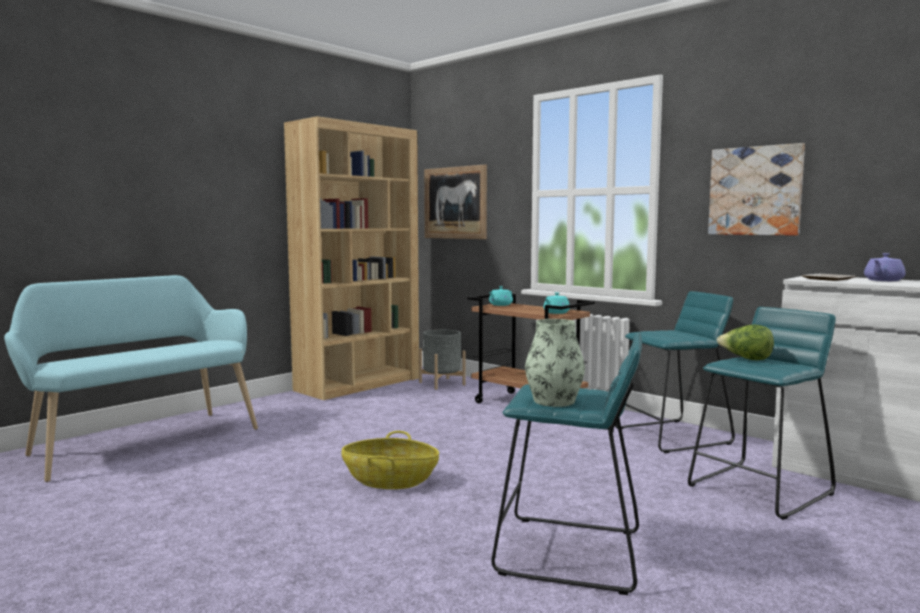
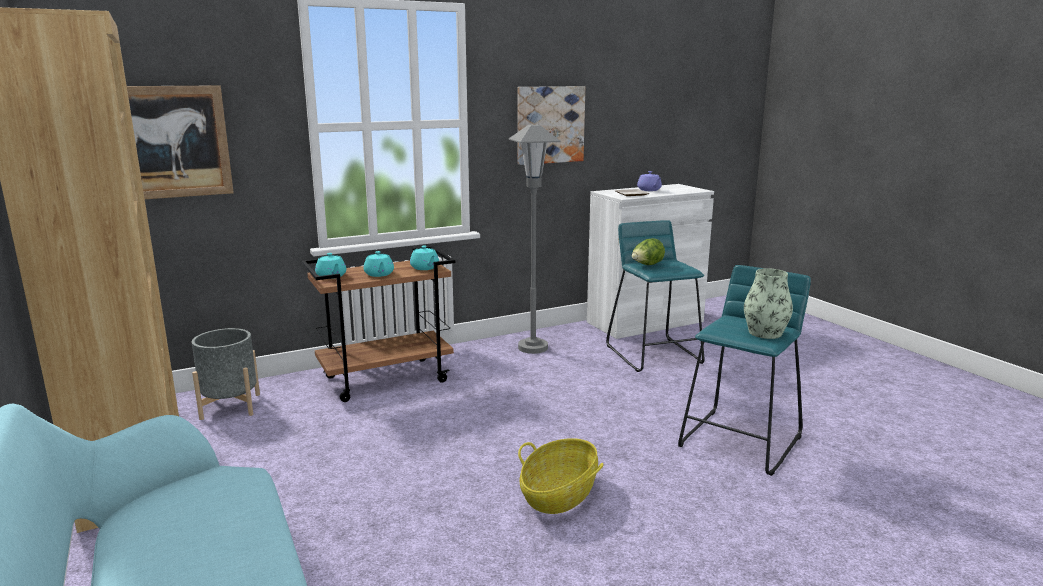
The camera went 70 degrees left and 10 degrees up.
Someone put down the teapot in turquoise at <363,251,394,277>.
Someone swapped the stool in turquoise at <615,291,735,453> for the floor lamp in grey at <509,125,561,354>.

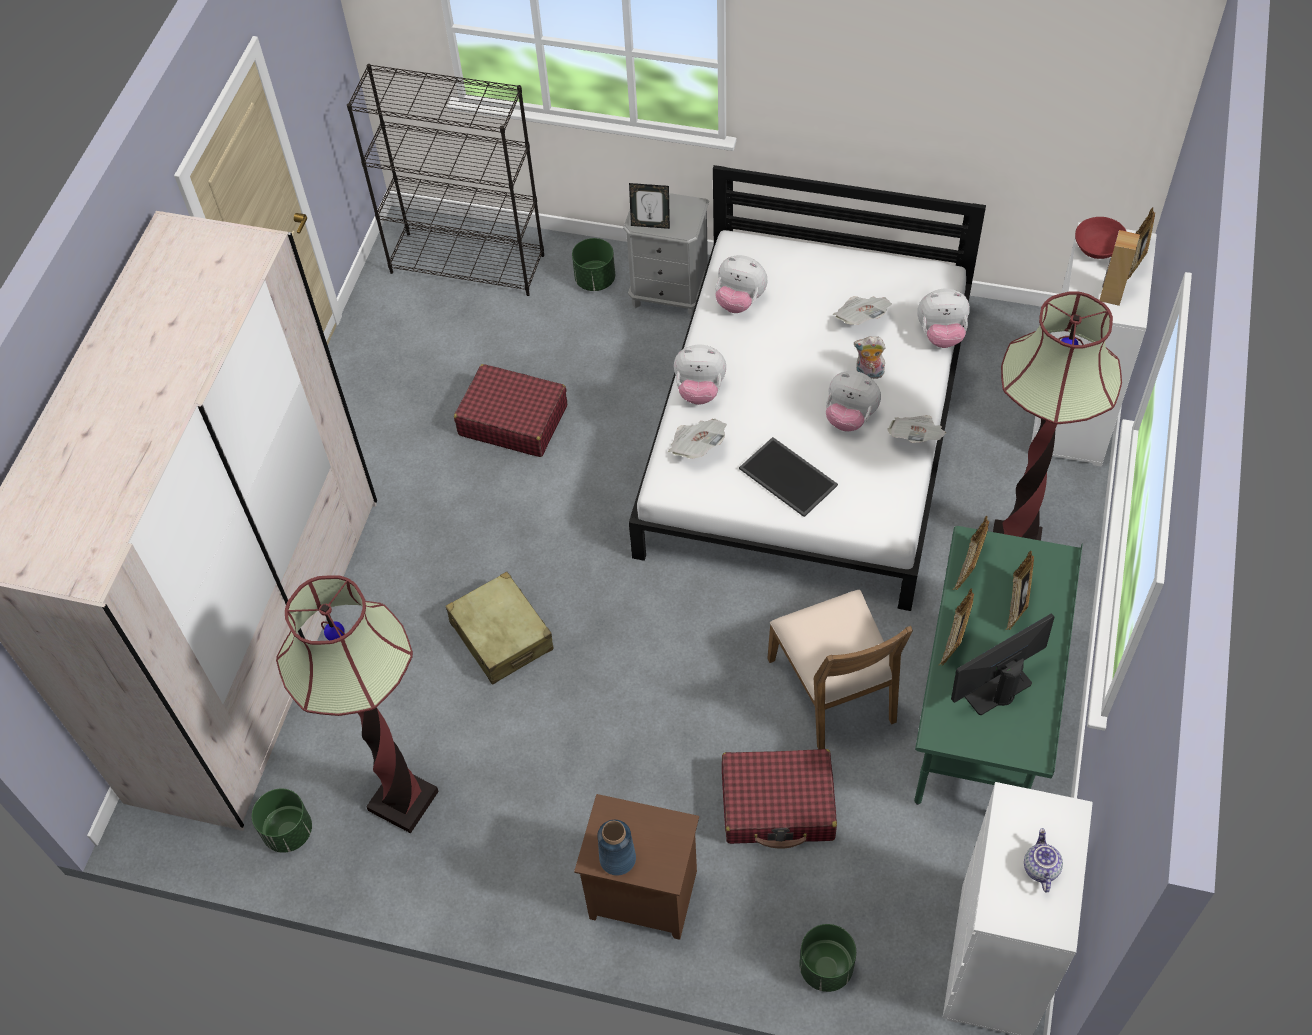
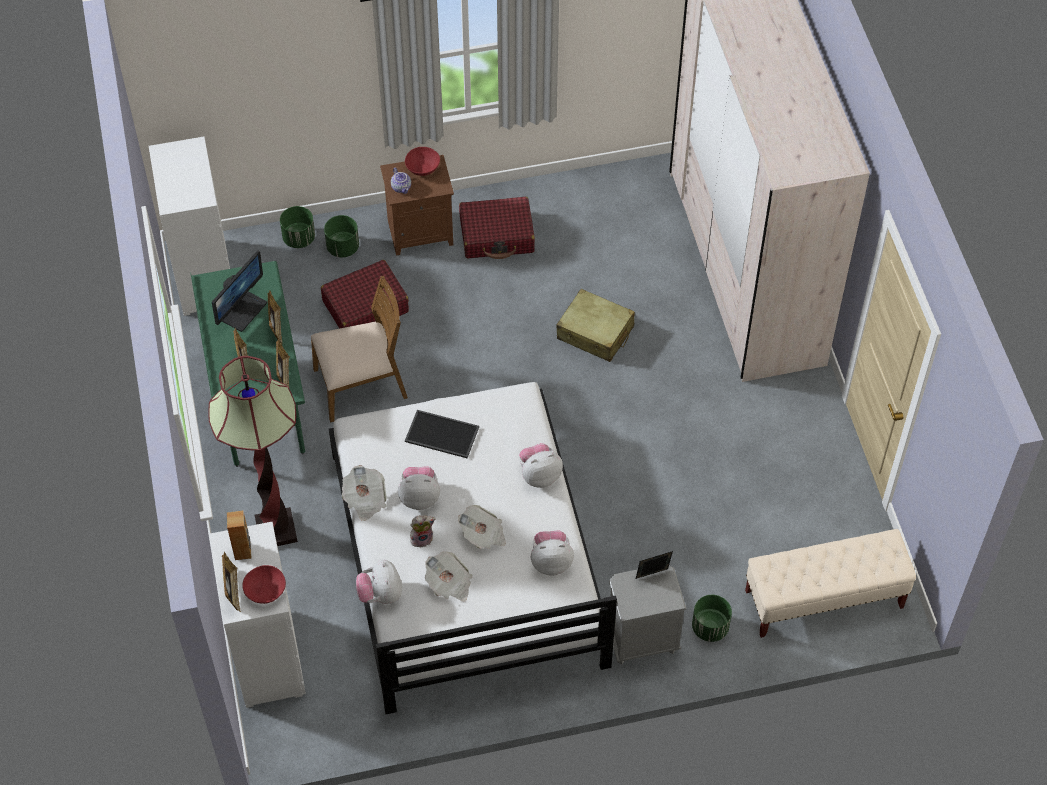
The camera went 150 degrees right and 0 degrees up.
Someone took away the floor lamp at <276,575,439,833>.
Someone carried the planter in green from <252,789,312,853> to <324,215,359,258>.
Someone carried the suitcase in red from <454,364,567,457> to <459,197,535,259>.
Someone carried the newspaper from <668,419,726,459> to <458,505,506,549>.
Someone carried the teapot from <1024,828,1063,893> to <391,167,411,194>.
Someone swapped the bookcase in black at <347,64,544,296> for the bench in beige at <745,529,916,638>.
Someone swapped the vase in blue at <597,820,636,876> for the bowl in red at <405,147,440,176>.
Someone rotated the chair in brown at <767,590,913,749> by 120 degrees clockwise.
Someone rotated the plush toy at <917,288,970,348> by 75 degrees counterclockwise.

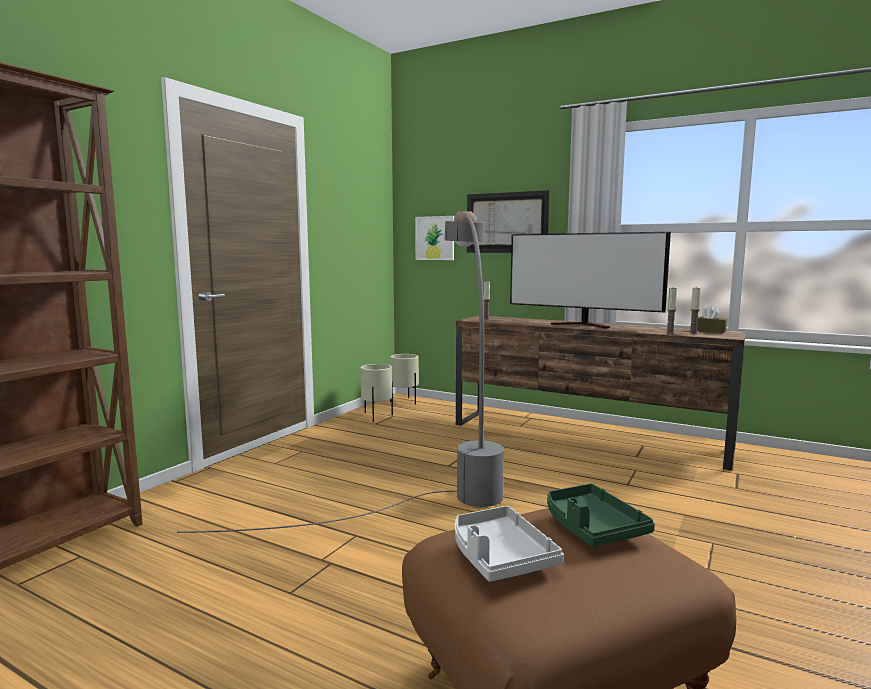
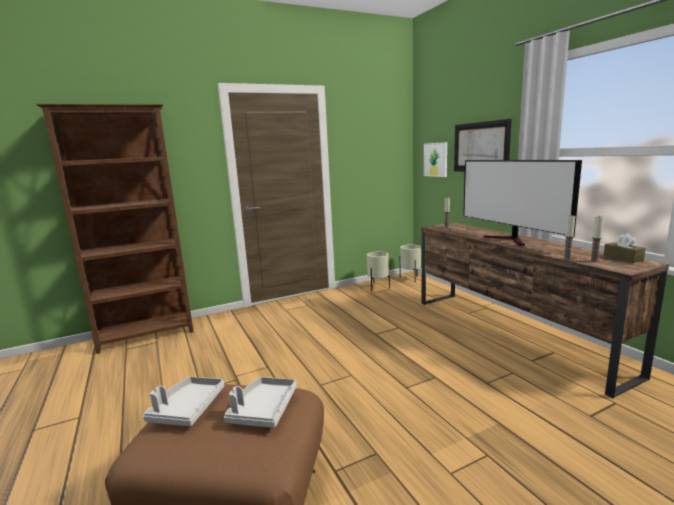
The camera went 35 degrees right and 5 degrees up.
Someone took away the floor lamp in grey at <177,210,504,533>.
Someone repainted the tray in green at <547,484,655,547>, which became the tray in grey at <224,377,297,428>.

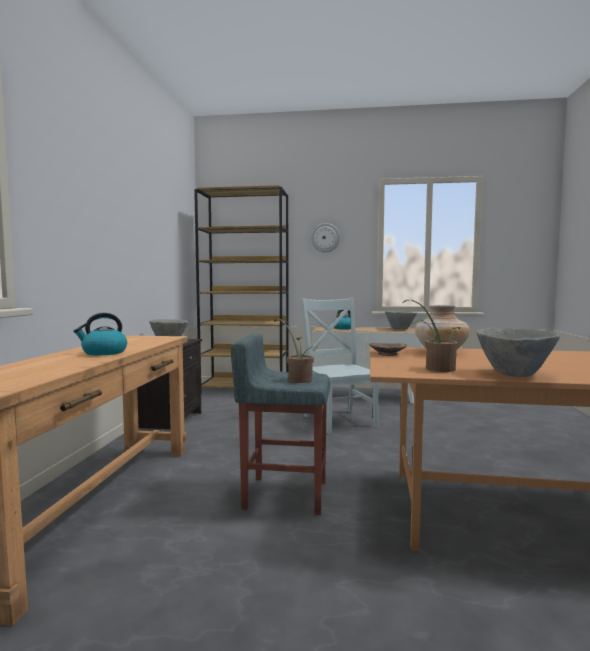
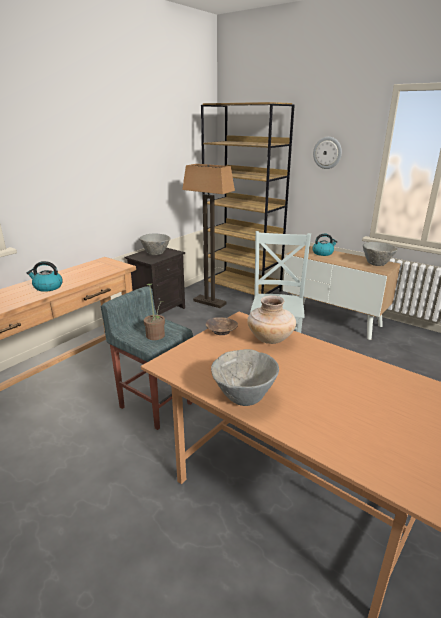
The camera went 30 degrees right and 20 degrees up.
Someone took away the potted plant at <402,299,460,372>.
Someone put down the floor lamp at <182,164,235,308>.

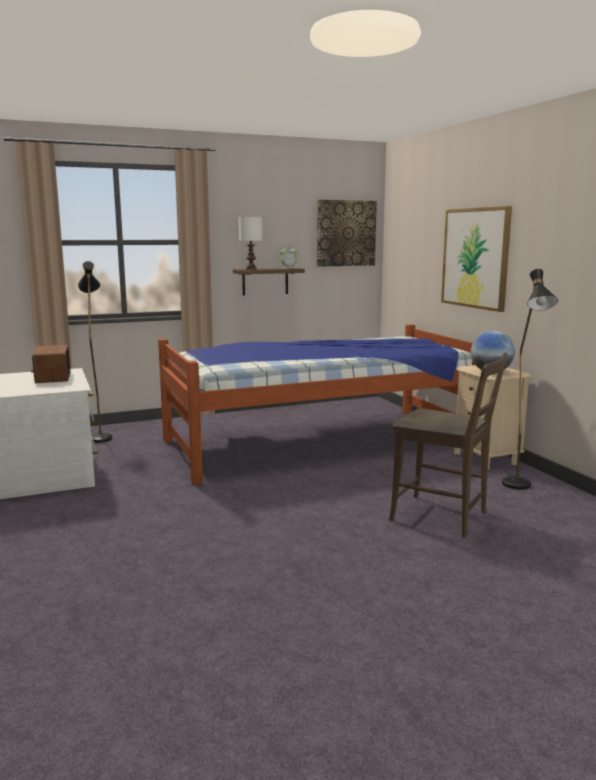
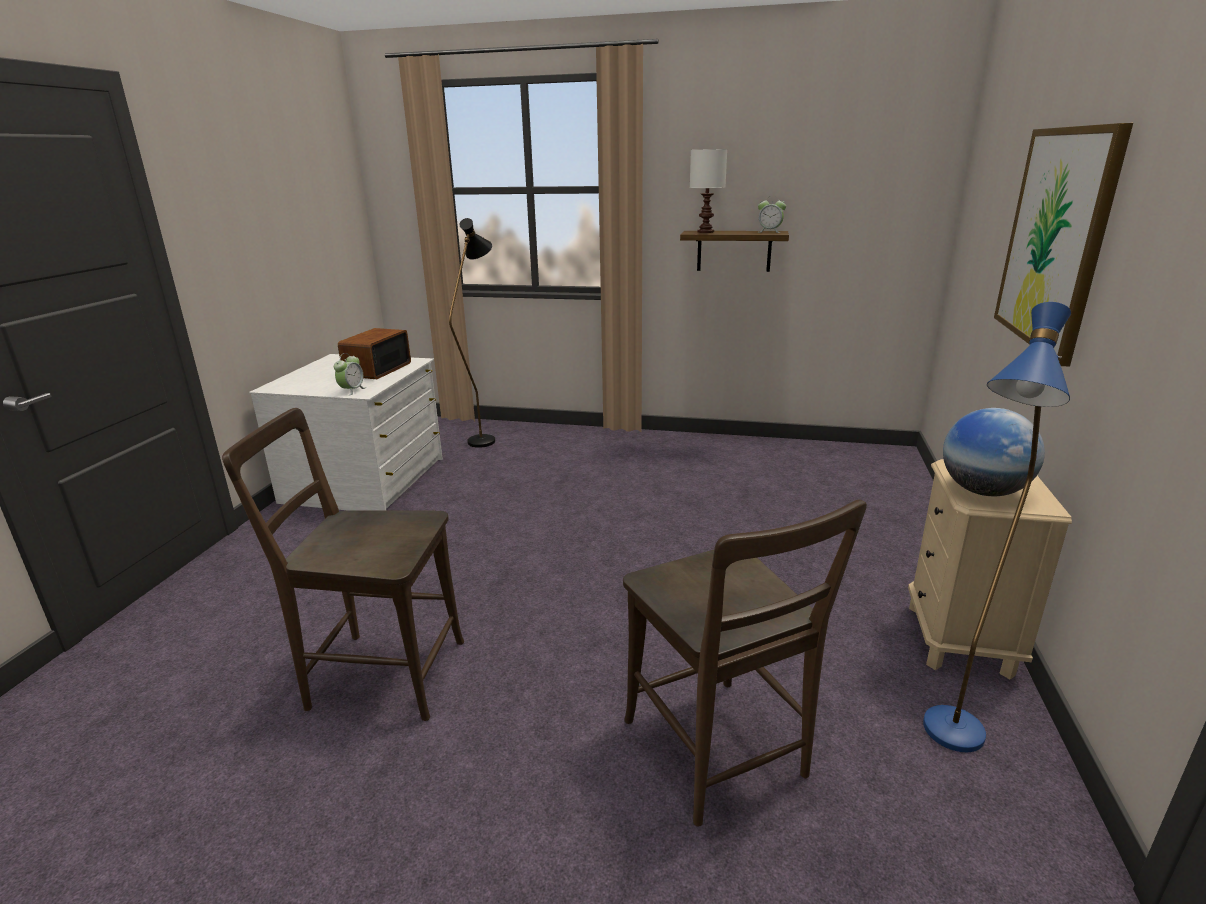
The camera went 35 degrees right and 10 degrees up.
Someone took away the bed at <158,324,475,485>.
Someone took away the picture at <317,200,377,267>.
Someone put down the chair in brown at <222,408,464,721>.
Someone put down the alarm clock at <334,353,366,396>.
Someone repainted the floor lamp in black at <502,269,558,490>, which became the floor lamp in blue at <923,302,1071,752>.

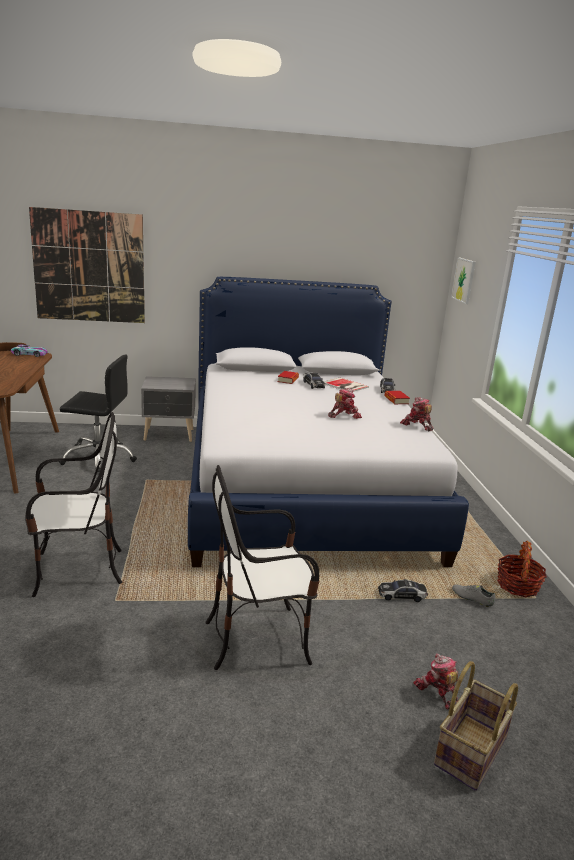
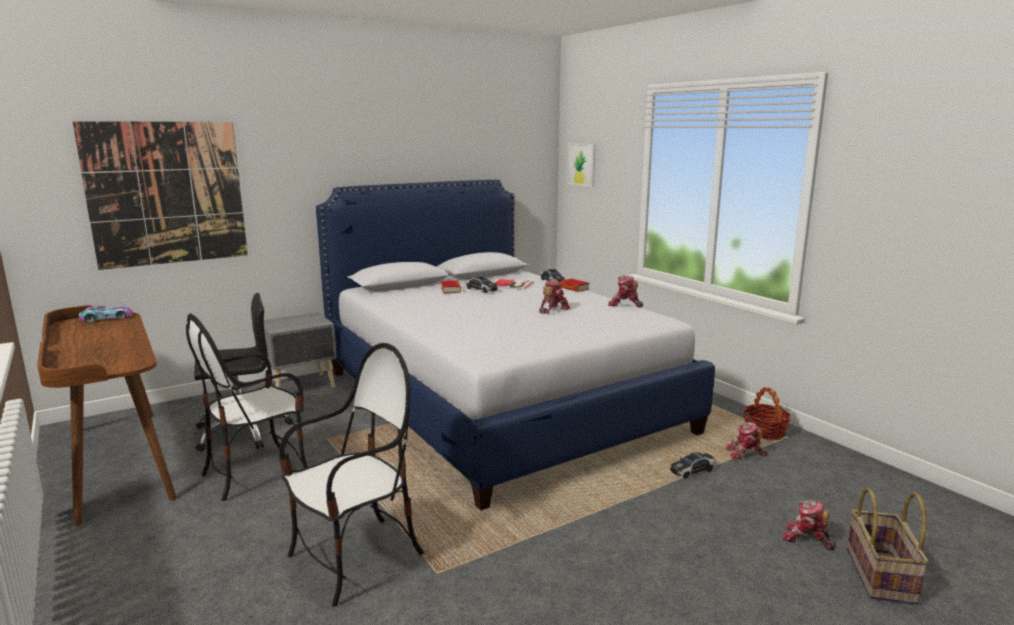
The camera went 25 degrees left and 5 degrees down.
Someone carried the chair from <205,465,319,670> to <186,313,308,501>.
Someone swapped the shoe in grey at <452,584,496,607> for the toy robot at <726,422,767,459>.

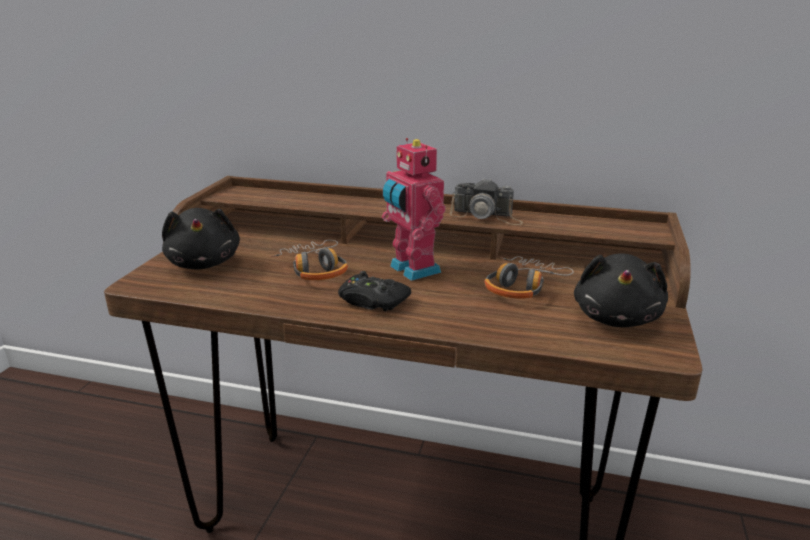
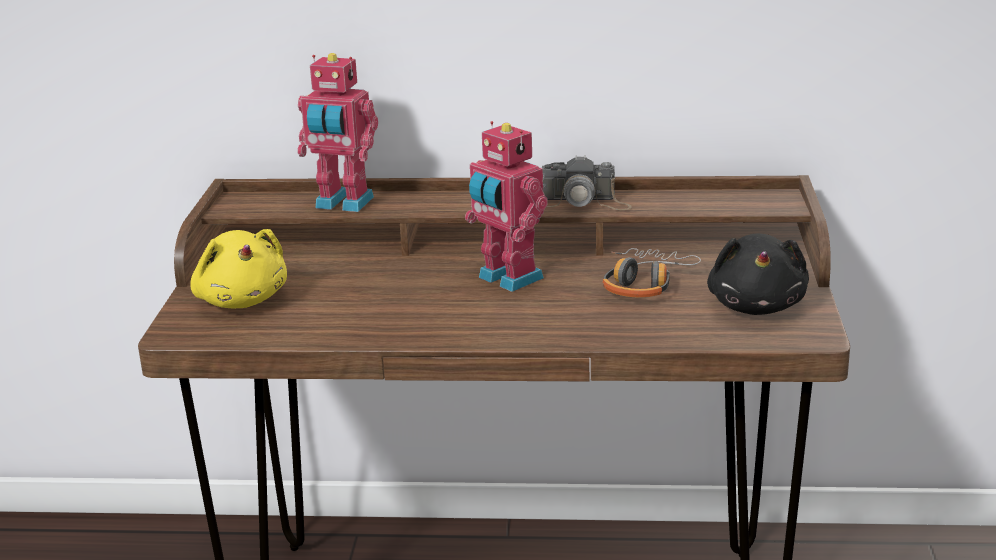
The camera went 10 degrees left and 0 degrees up.
Someone took away the headphones at <271,240,348,280>.
Someone took away the game controller in black at <338,271,411,311>.
Someone put down the toy robot at <297,53,378,212>.
Someone repainted the plush toy in black at <162,208,240,270>, which became the plush toy in yellow at <190,229,287,308>.

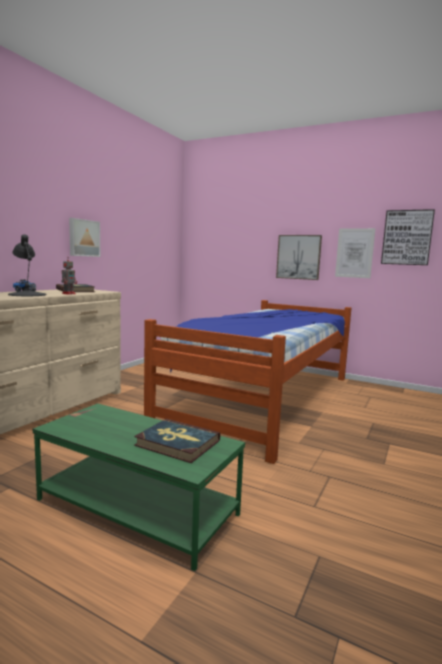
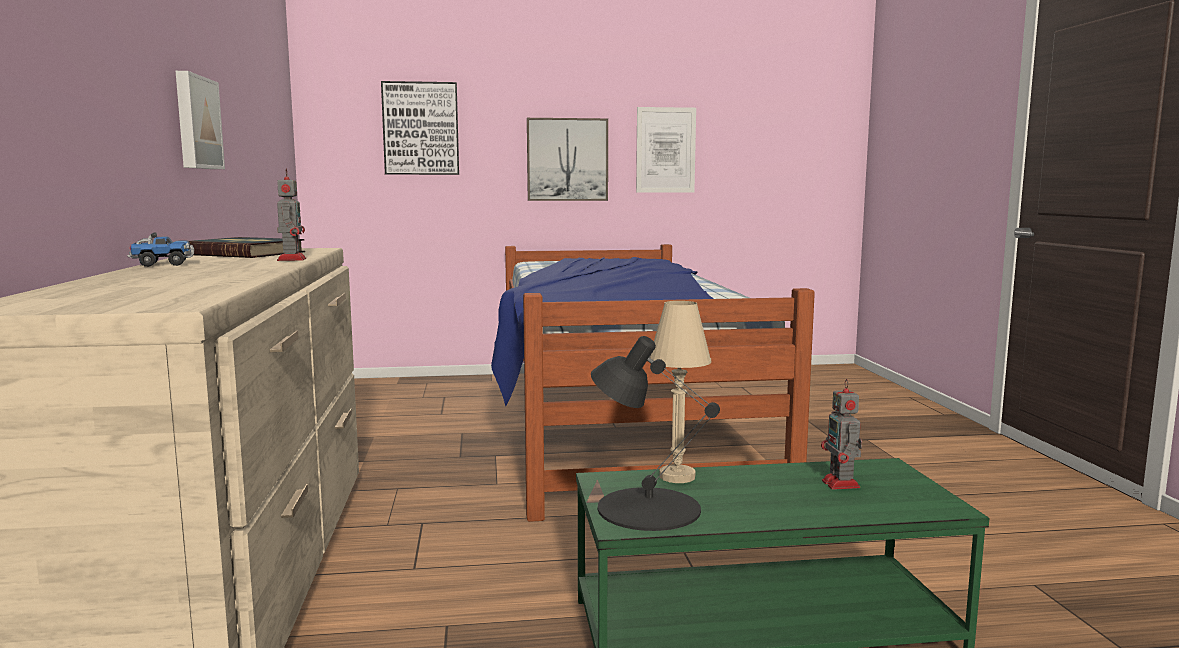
The camera went 35 degrees left and 0 degrees up.
Someone put down the table lamp in beige at <649,301,711,483>.
Someone carried the table lamp in black from <8,234,46,296> to <591,336,720,531>.
Someone carried the picture from <381,209,435,265> to <381,81,459,175>.
Someone swapped the book at <134,419,220,463> for the toy robot at <821,379,862,490>.

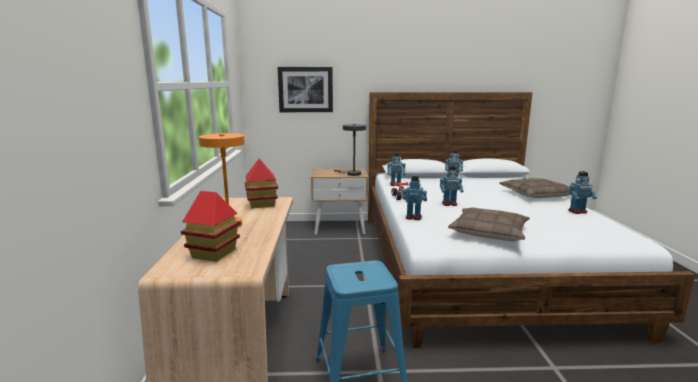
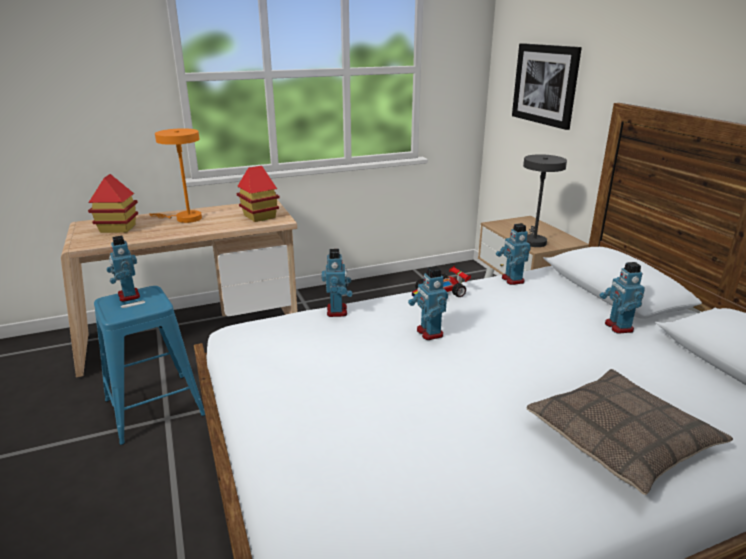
The camera went 70 degrees right and 10 degrees up.
Someone took away the pillow at <448,208,530,242>.
Someone carried the toy robot from <568,171,597,214> to <107,235,140,302>.

